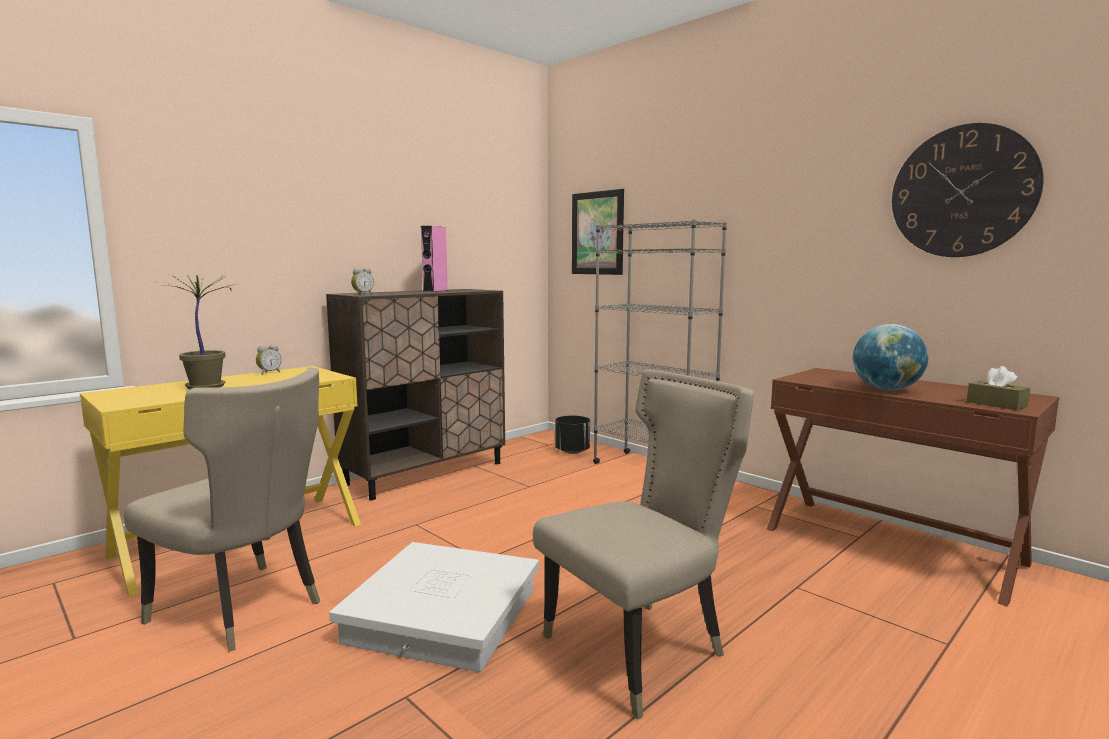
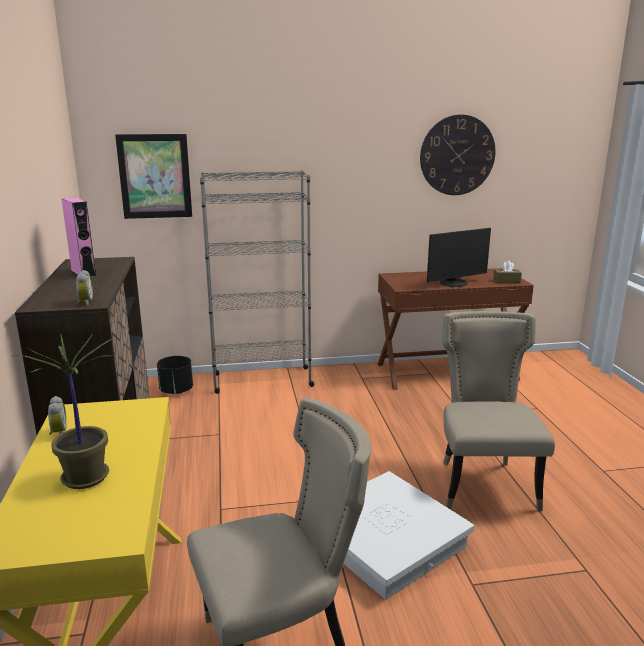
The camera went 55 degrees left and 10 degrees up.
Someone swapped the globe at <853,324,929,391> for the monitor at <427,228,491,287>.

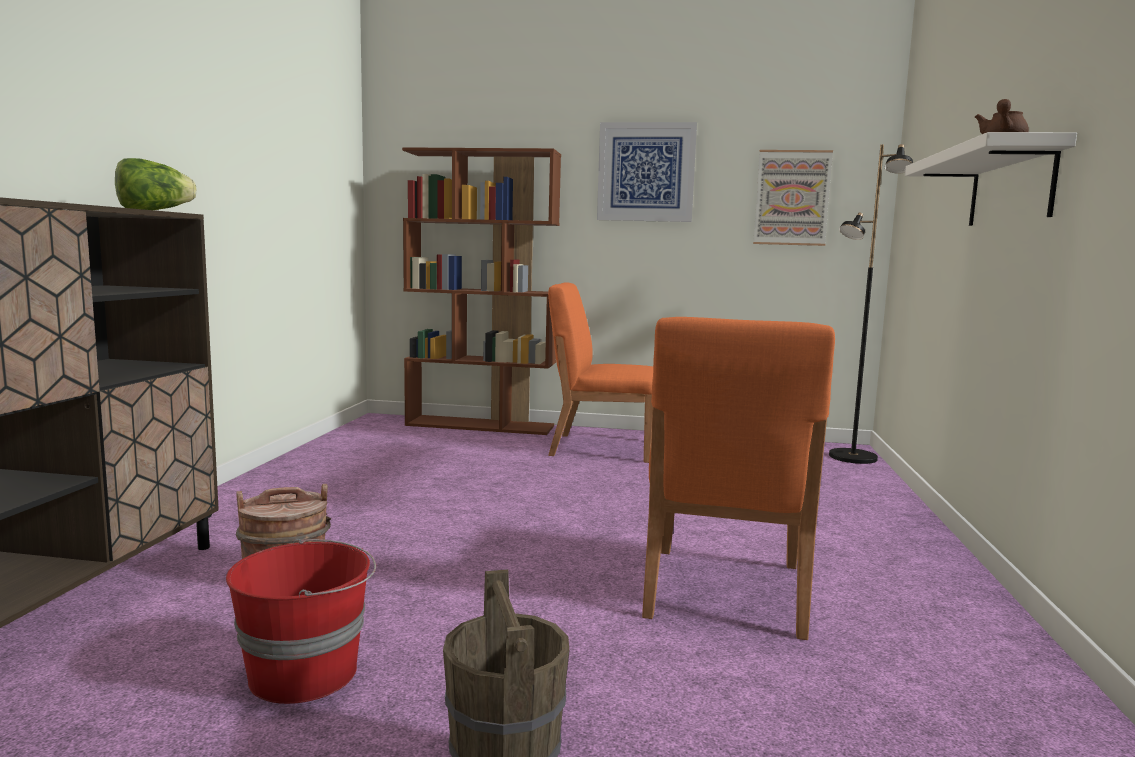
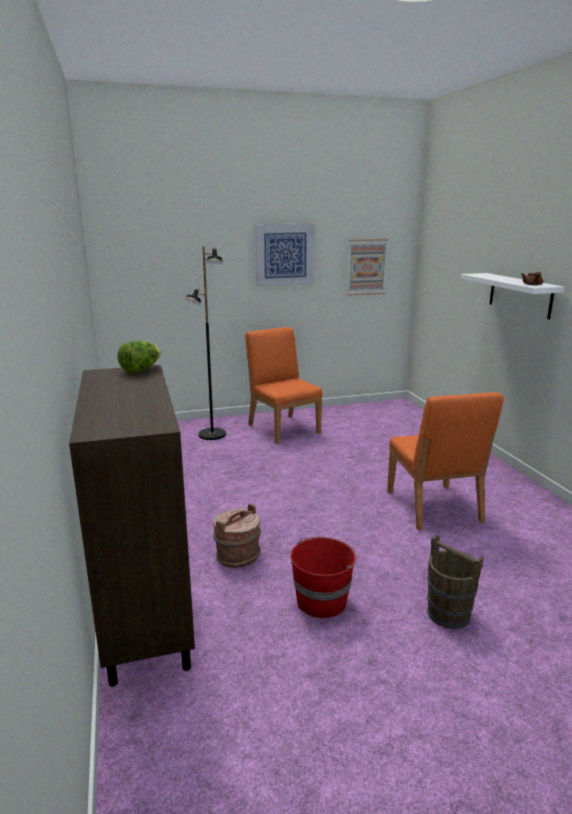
The camera went 25 degrees left and 10 degrees up.
Someone took away the bookcase in brown at <402,147,561,435>.
Someone carried the floor lamp in black from <829,144,913,464> to <185,246,226,440>.
Someone rotated the chair in orange at <548,282,653,463> by 75 degrees clockwise.

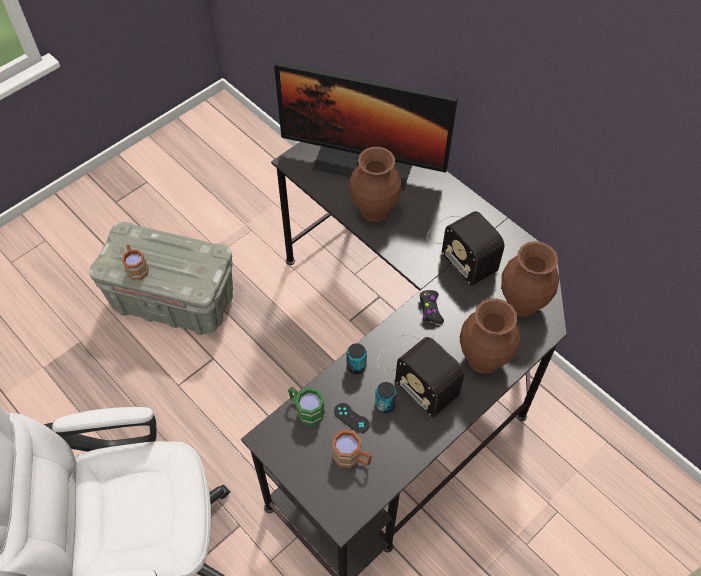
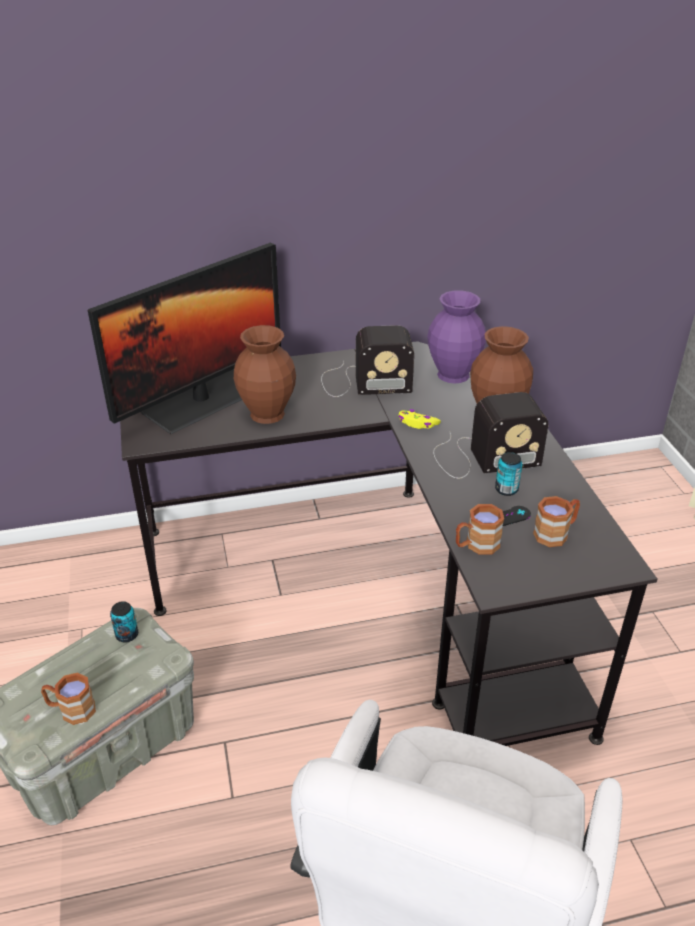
The camera went 60 degrees left and 20 degrees down.
Someone carried the can from <347,343,367,374> to <110,601,138,643>.
Someone repainted the mug in green at <288,387,325,426>, which became the mug in brown at <456,504,504,555>.
Someone repainted the game controller in black at <420,290,444,324>, which became the game controller in yellow at <399,409,441,429>.
Someone repainted the vase in brown at <502,241,560,317>, which became the vase in purple at <427,290,486,384>.

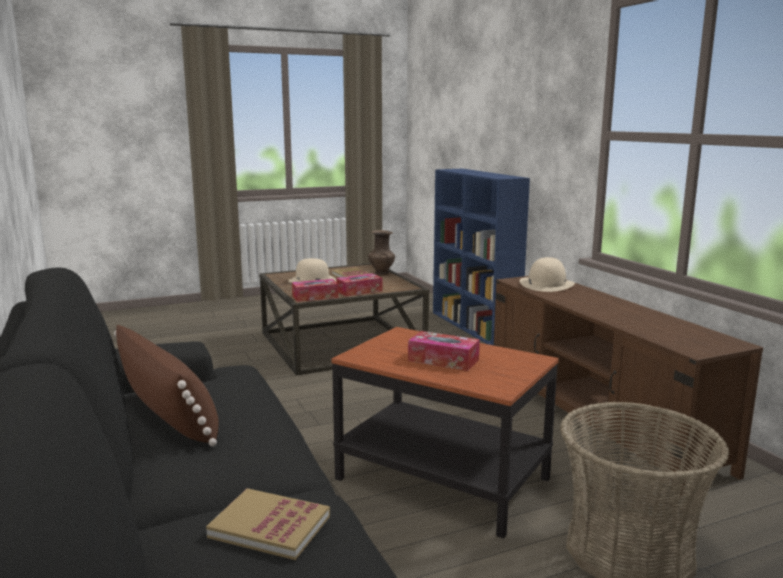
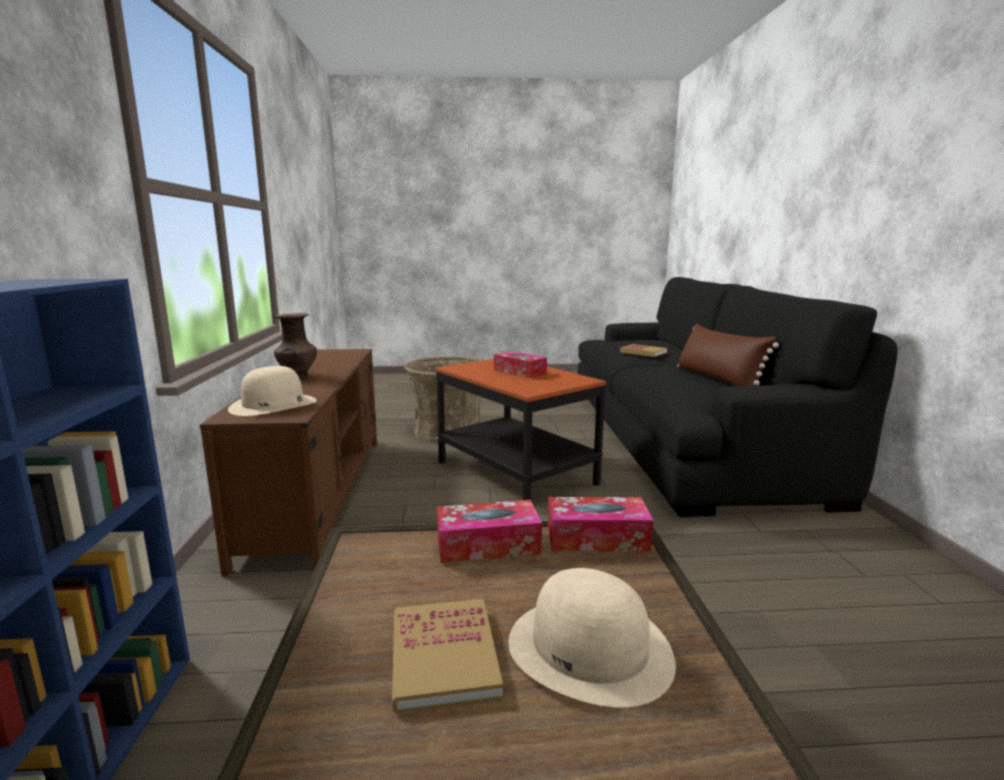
The camera went 160 degrees left and 0 degrees up.
Someone carried the vase in brown from <368,230,395,275> to <274,313,317,378>.

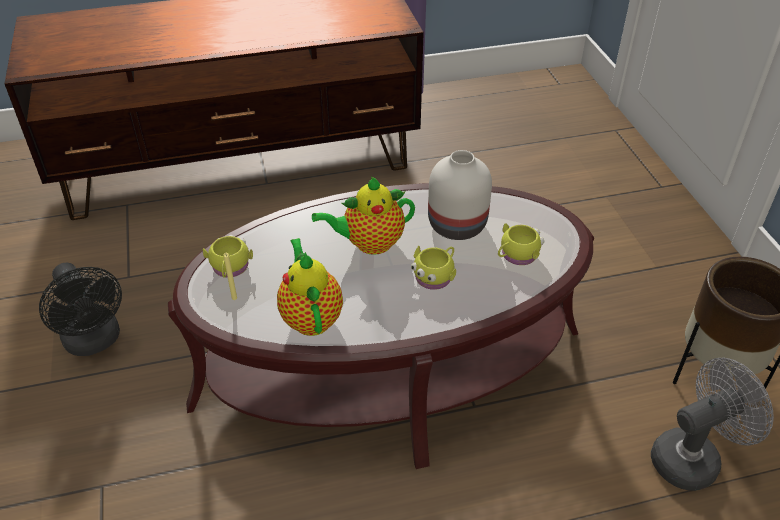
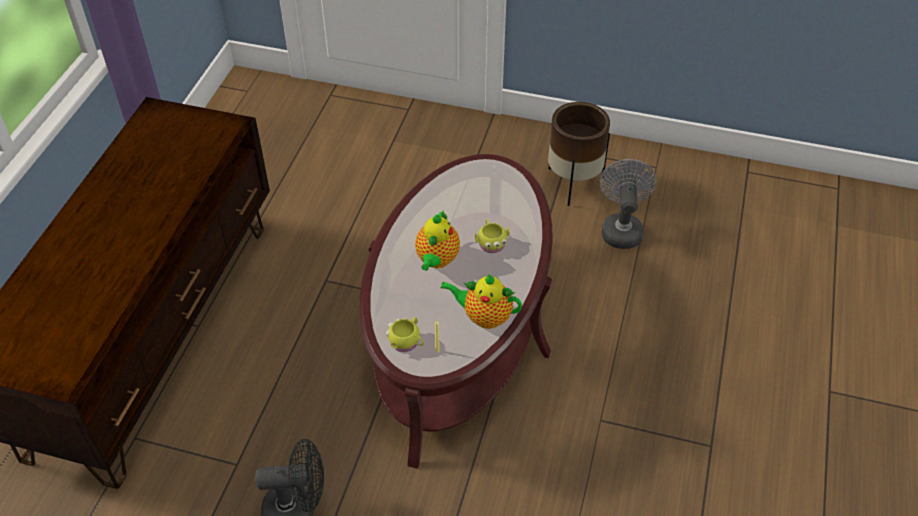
The camera went 60 degrees left and 5 degrees up.
Someone took away the vase in white at <428,150,492,240>.
Someone took away the mug in yellow at <498,223,544,265>.

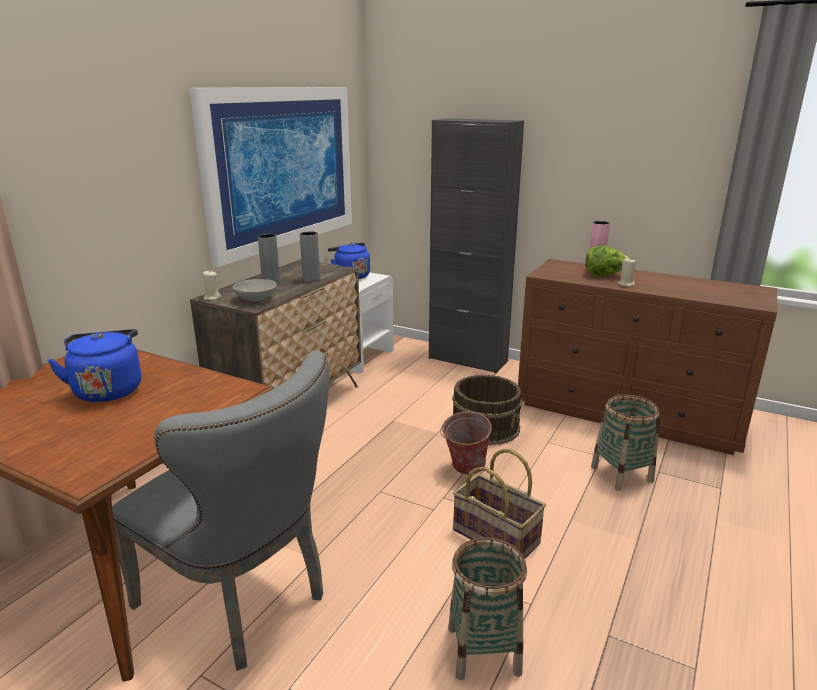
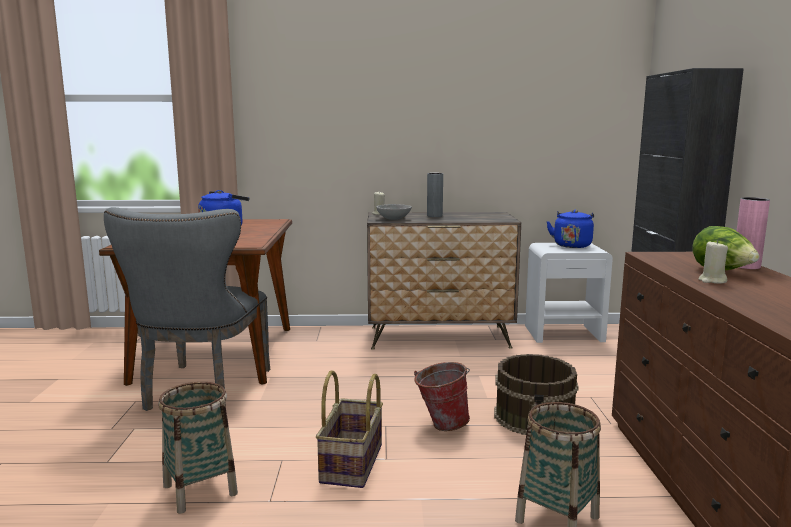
The camera went 60 degrees right and 10 degrees down.
Someone took away the picture at <189,87,352,267>.
Someone took away the vase in grey at <300,231,320,282>.

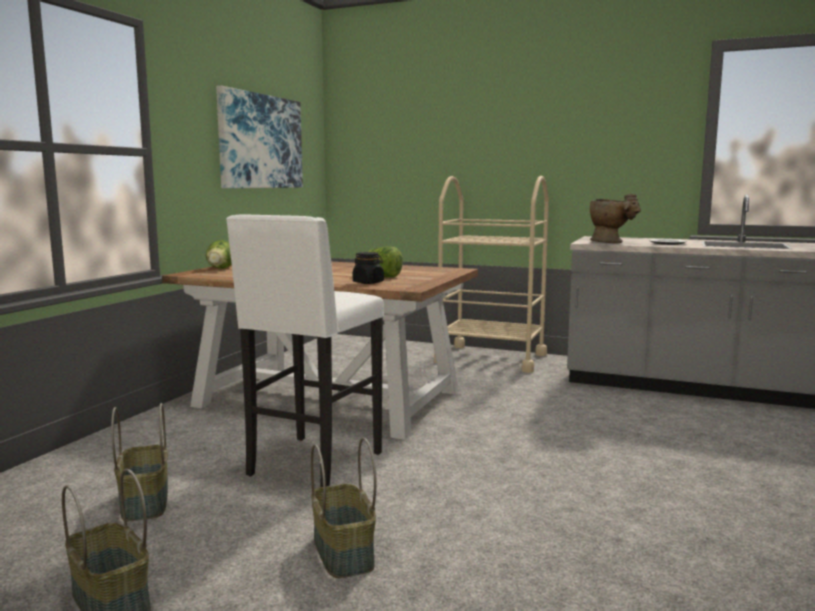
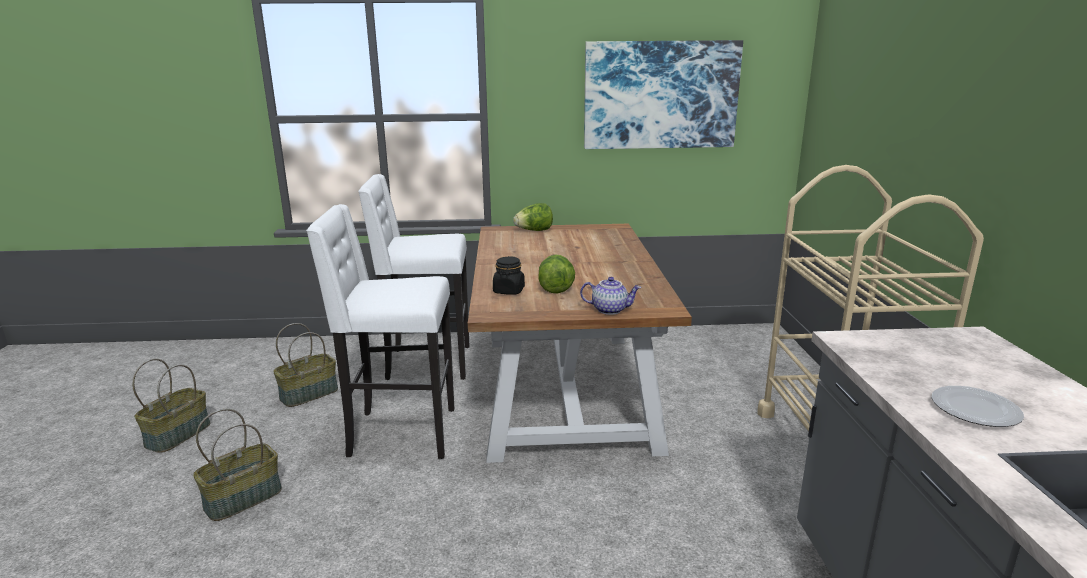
The camera went 65 degrees right and 10 degrees up.
Someone took away the vase in beige at <590,194,641,243>.
Someone put down the stool in white at <358,174,470,380>.
Someone put down the teapot at <580,277,641,315>.

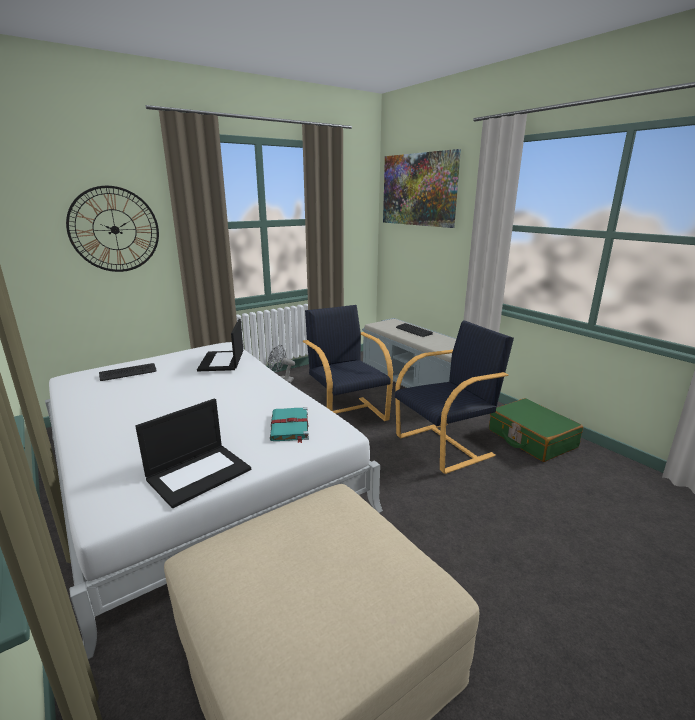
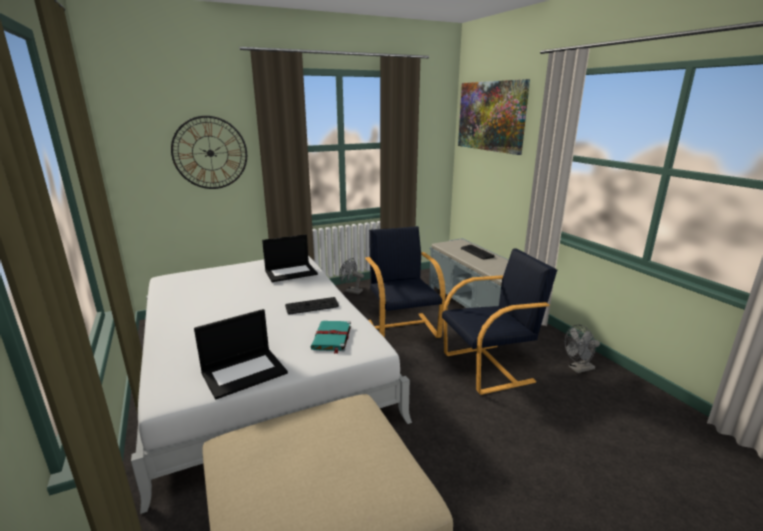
The camera went 10 degrees right and 0 degrees up.
Someone carried the keyboard from <99,363,157,381> to <285,297,339,314>.
Someone swapped the suitcase in green at <489,398,583,462> for the fan in grey at <565,325,600,373>.
Someone rotated the laptop at <197,319,243,371> by 120 degrees counterclockwise.

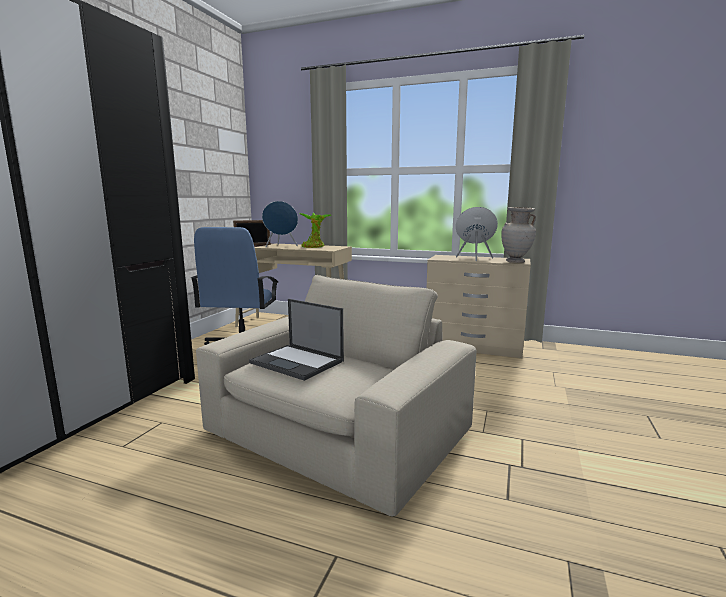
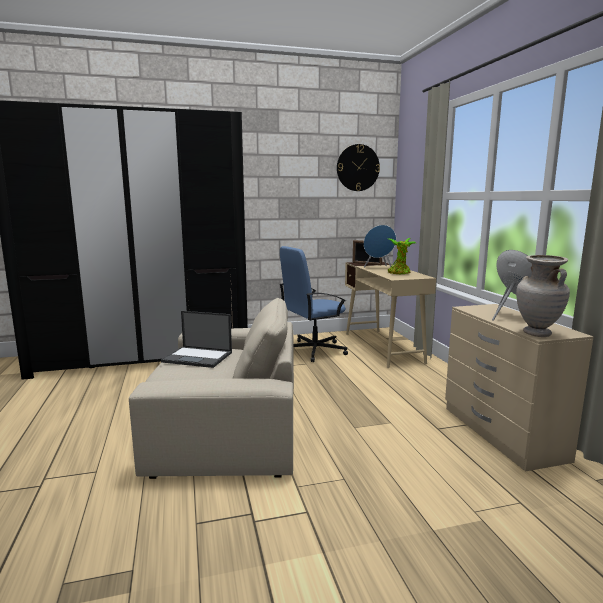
The camera went 55 degrees right and 0 degrees up.
Someone put up the wall clock at <337,144,380,191>.
Someone rotated the laptop at <249,299,344,381> by 75 degrees counterclockwise.

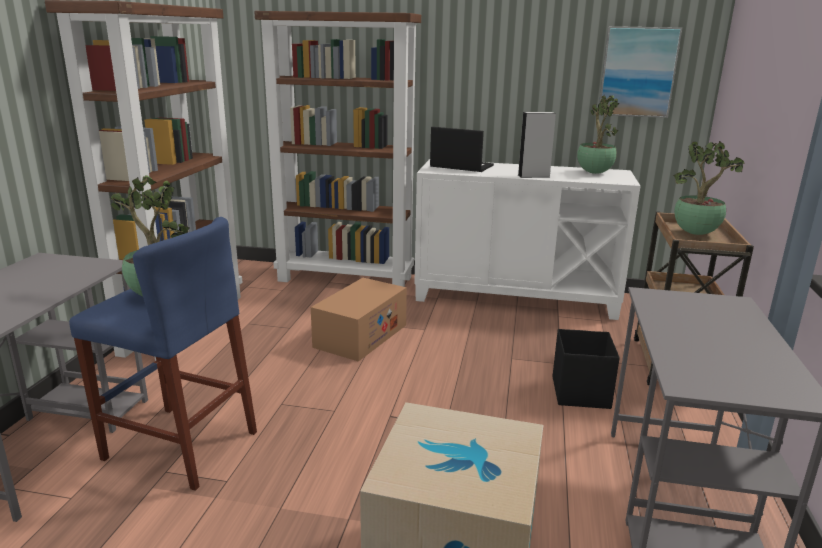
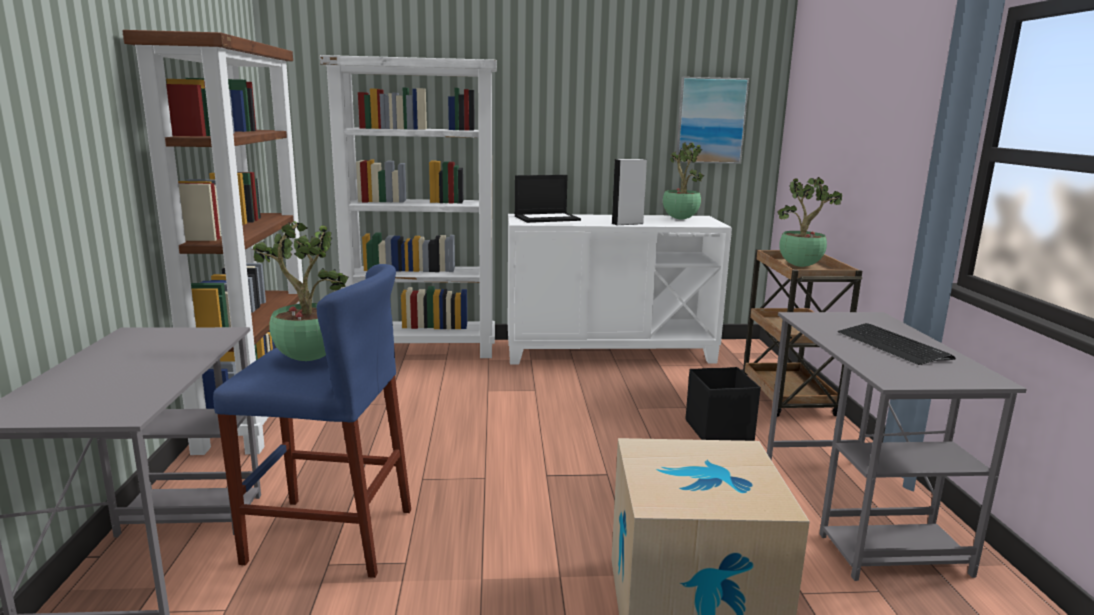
The camera went 15 degrees left and 5 degrees down.
Someone took away the cardboard box at <311,278,407,362>.
Someone put down the keyboard at <838,323,956,365>.
Someone repainted the bookcase in brown at <254,11,421,287>, which became the bookcase in white at <320,55,497,358>.
Someone rotated the laptop at <430,127,494,172> by 150 degrees clockwise.

